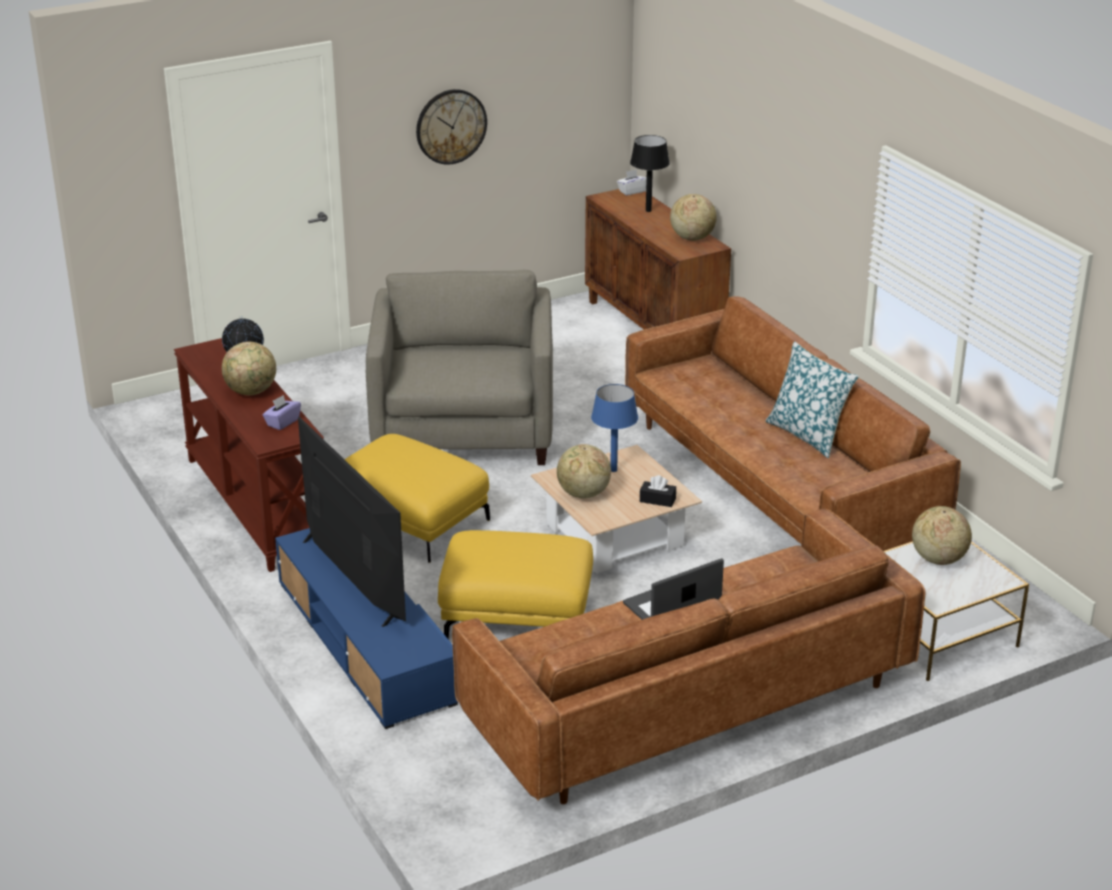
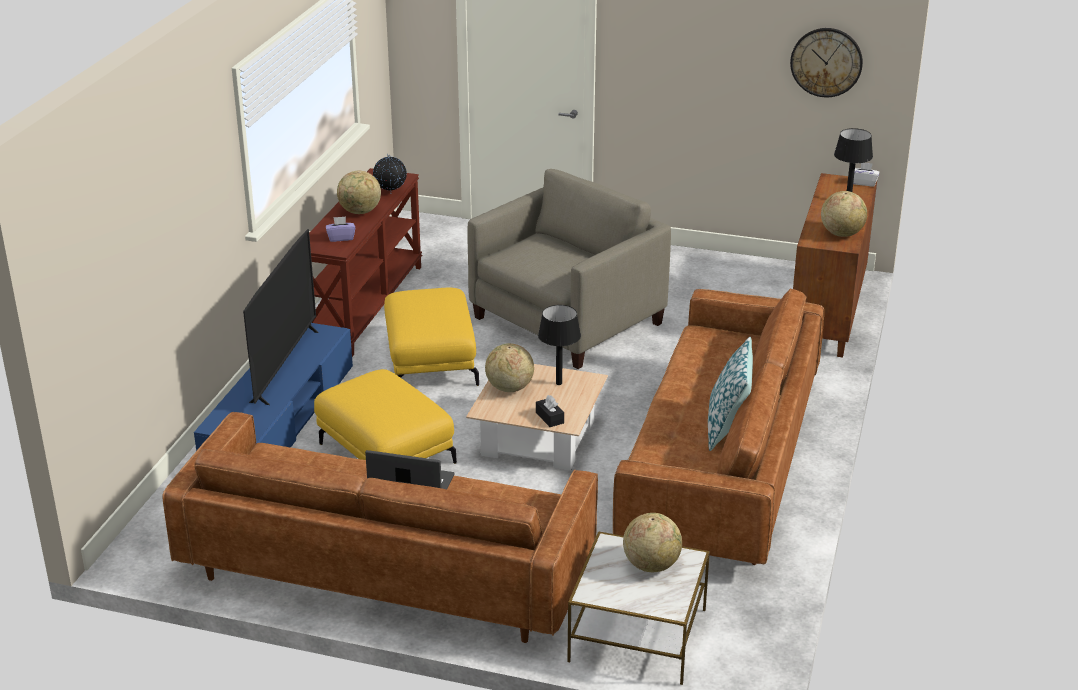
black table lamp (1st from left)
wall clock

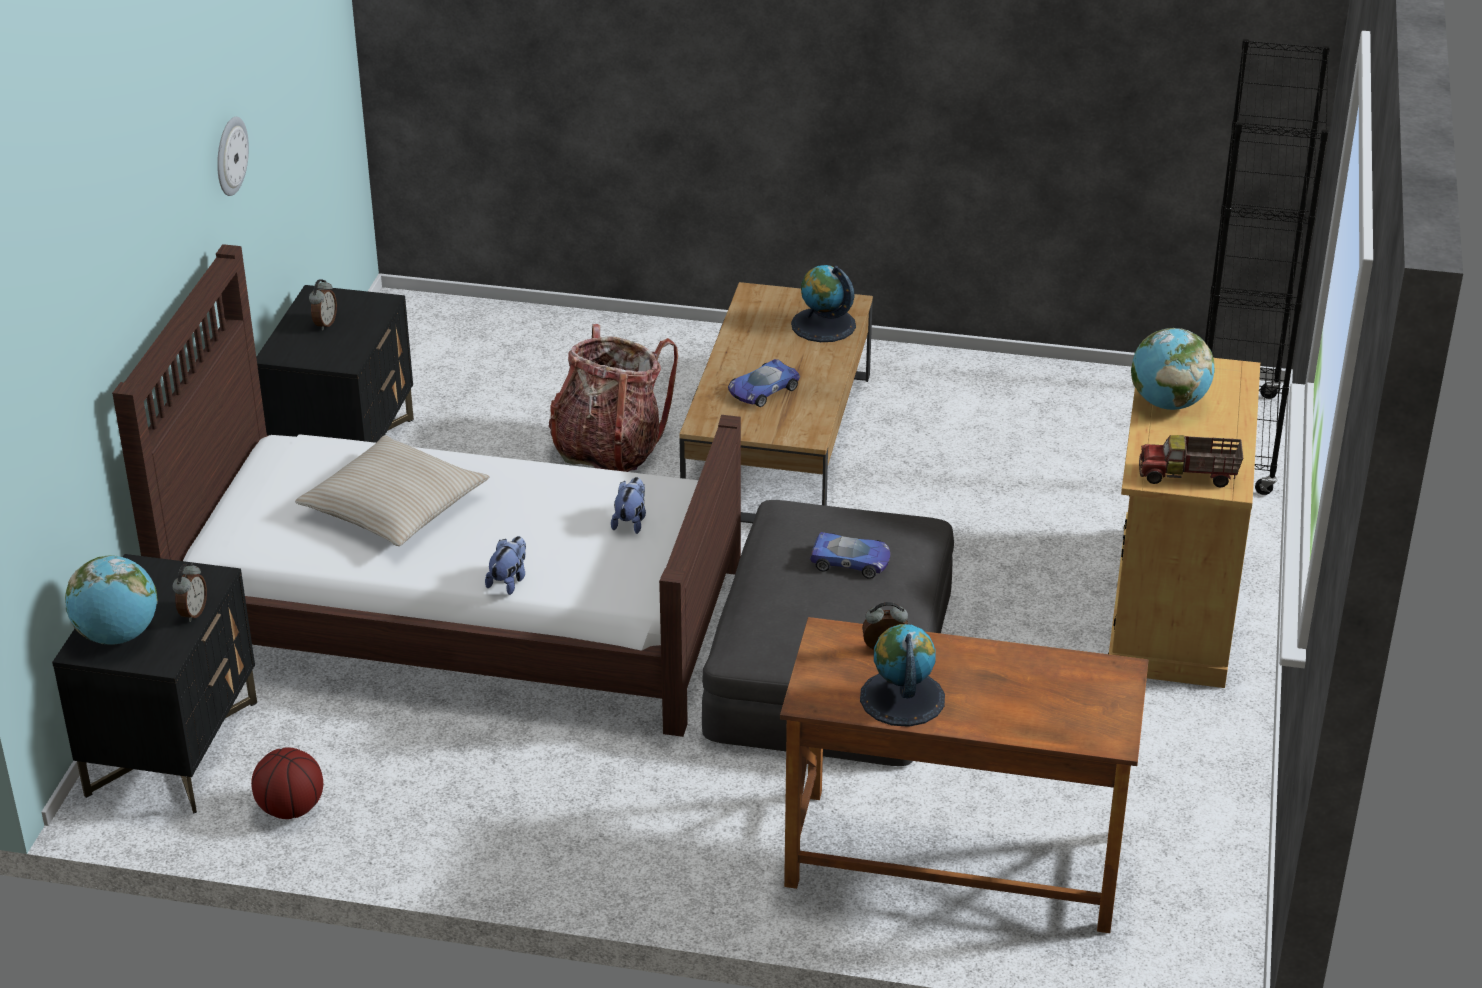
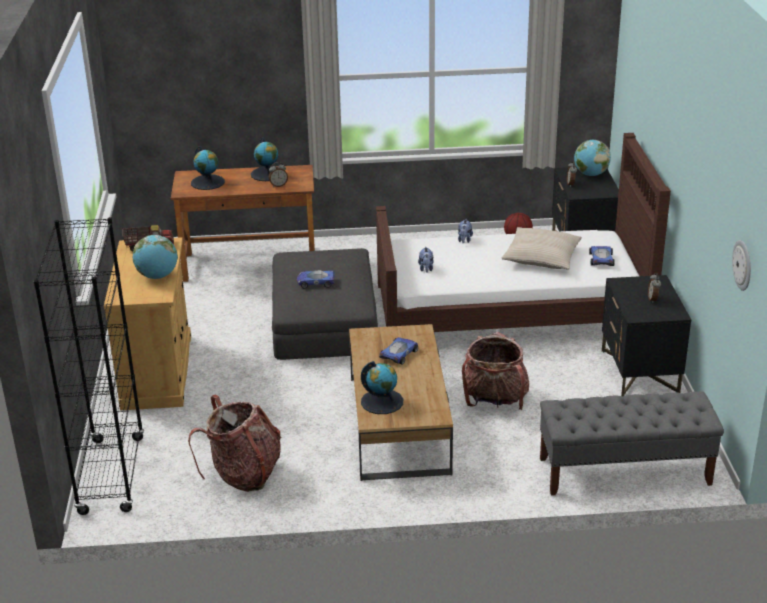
backpack (1st from left)
globe (2nd from left)
grey bench
toy car (3rd from left)
wall clock

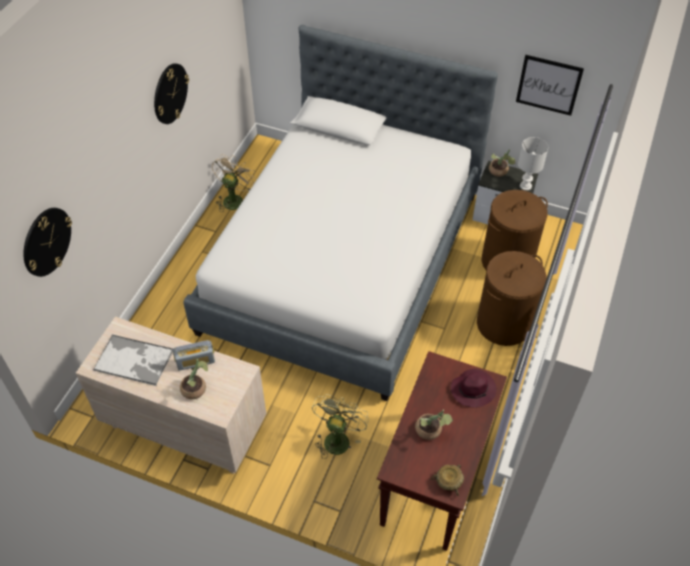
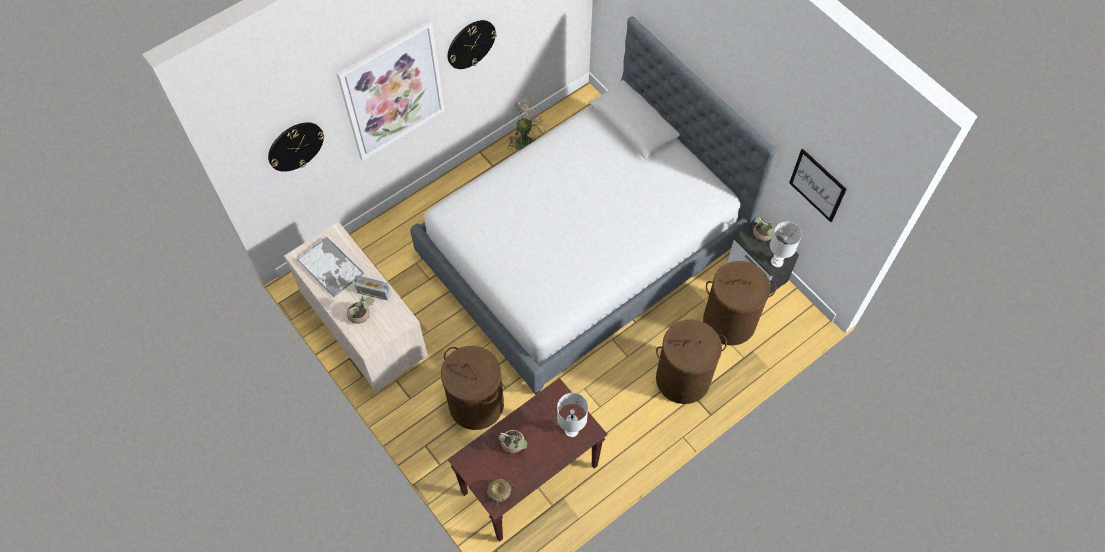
picture (1st from left)
brown laundry basket (1st from left)
white table lamp (1st from left)

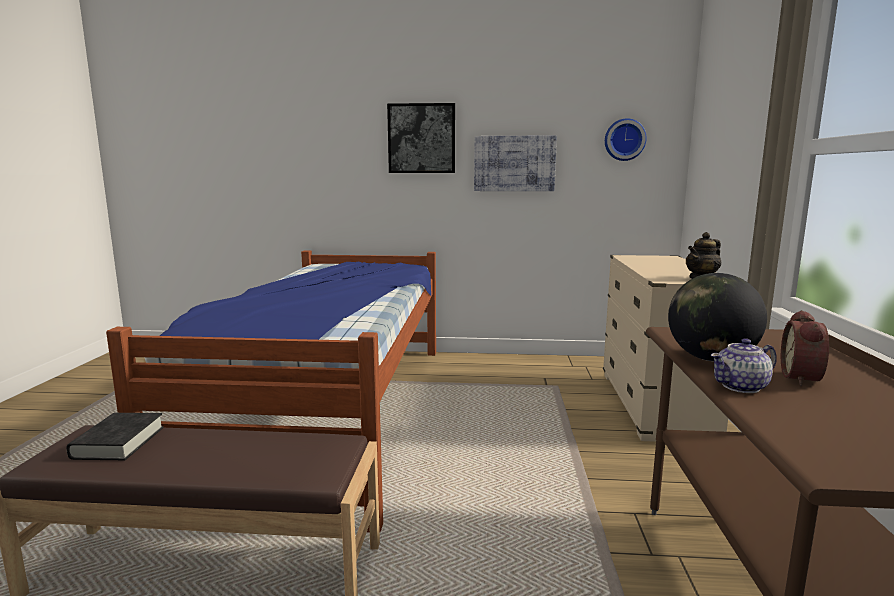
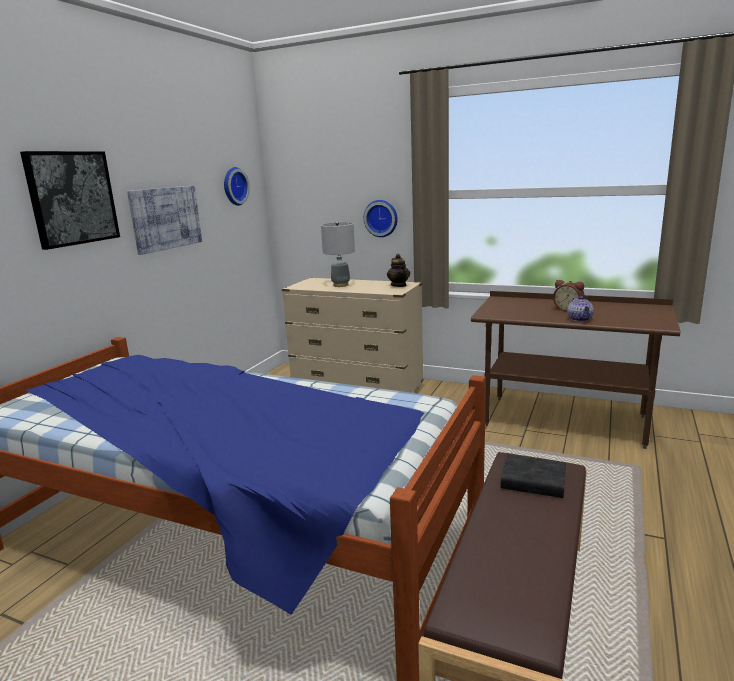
grey table lamp
wall clock (2nd from left)
black book
globe

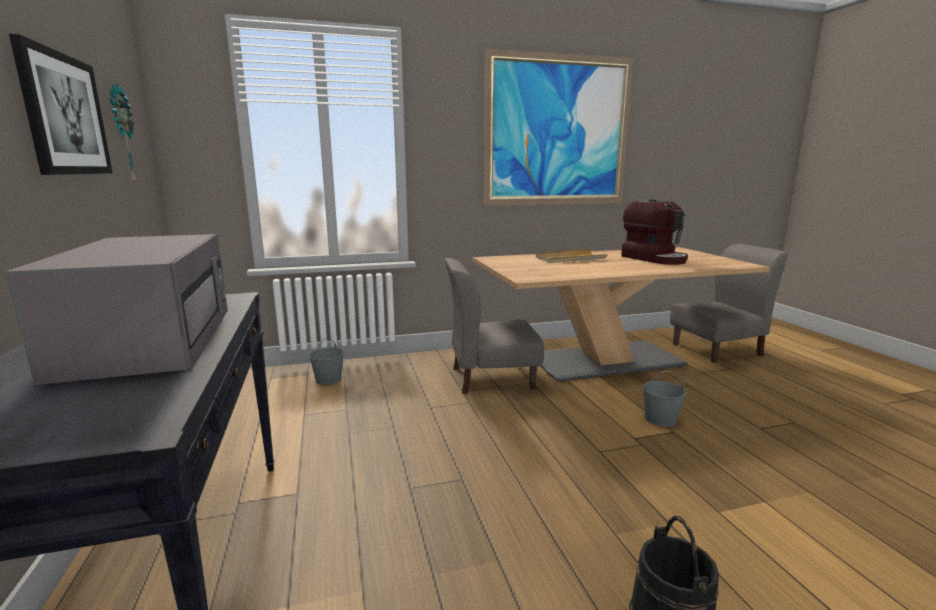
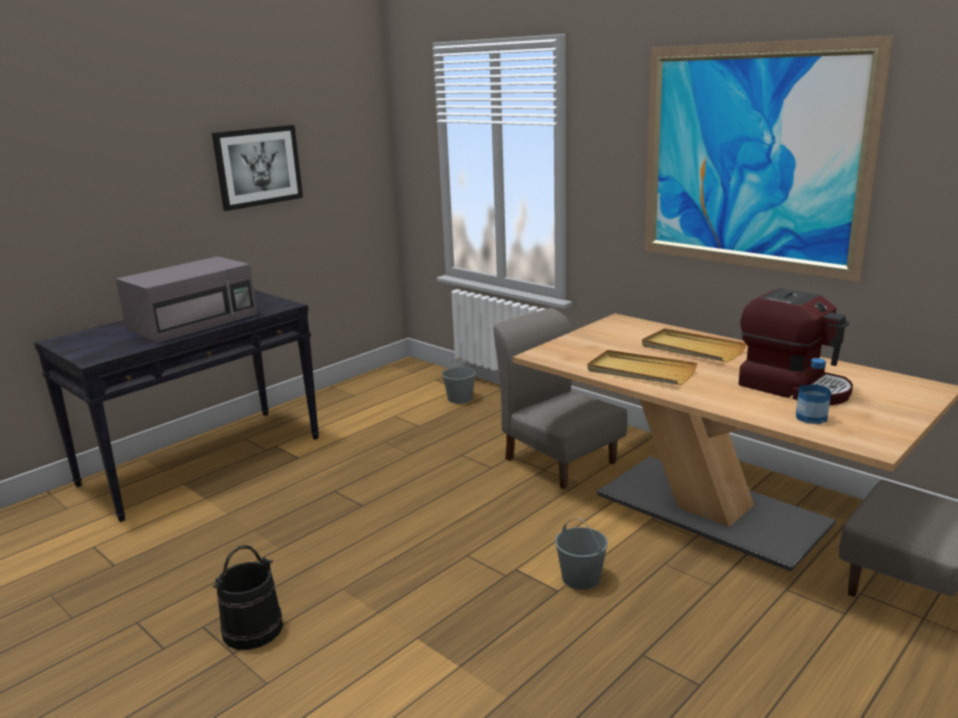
beige tray (1st from left)
coffee machine
bottle
wall clock

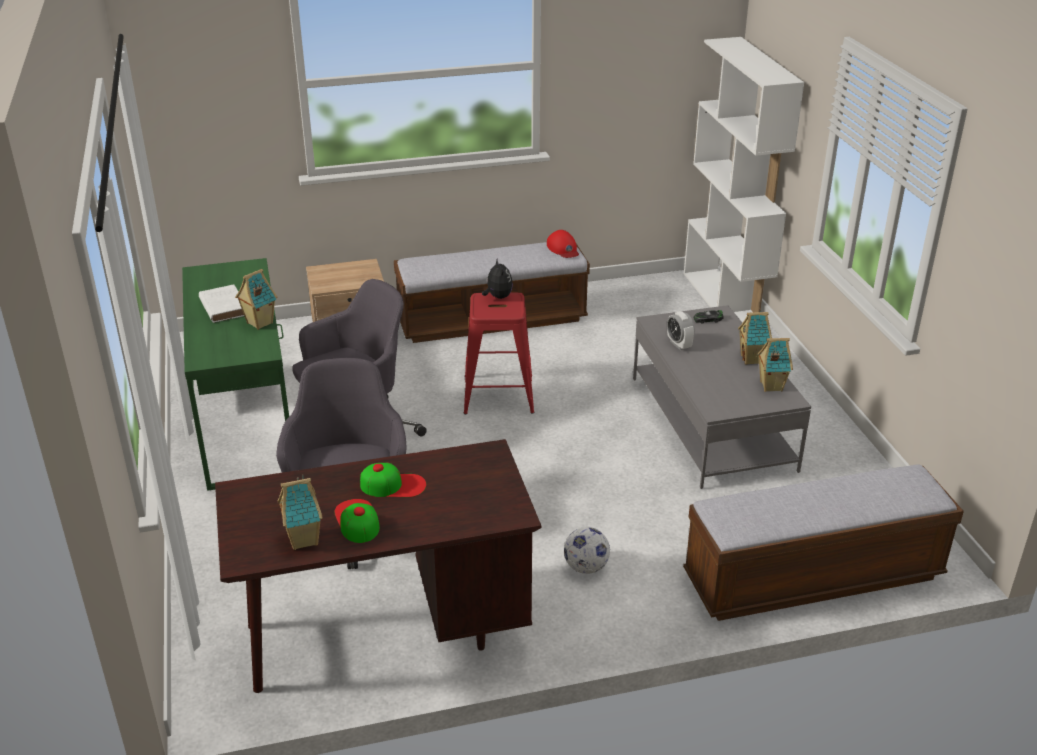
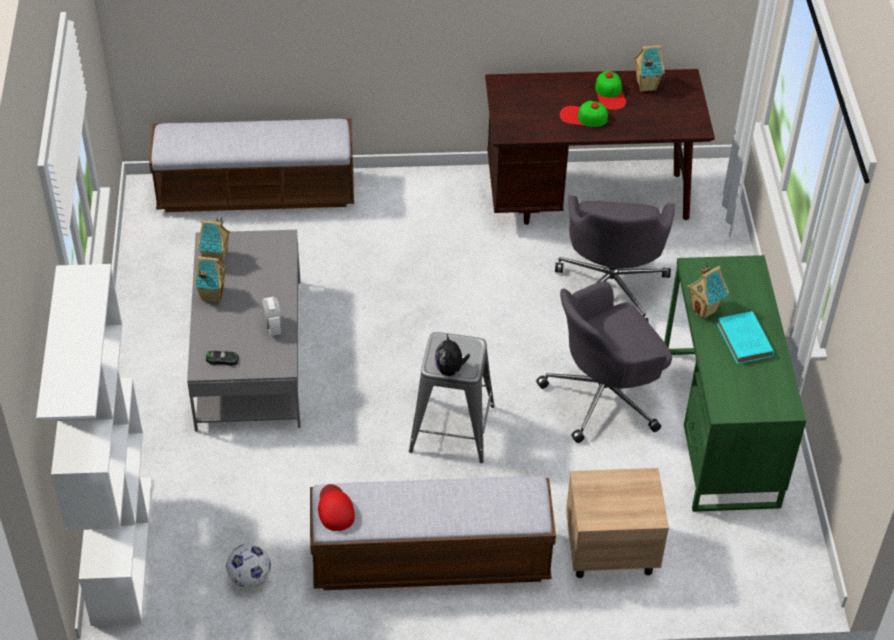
football
grey stool
turquoise book

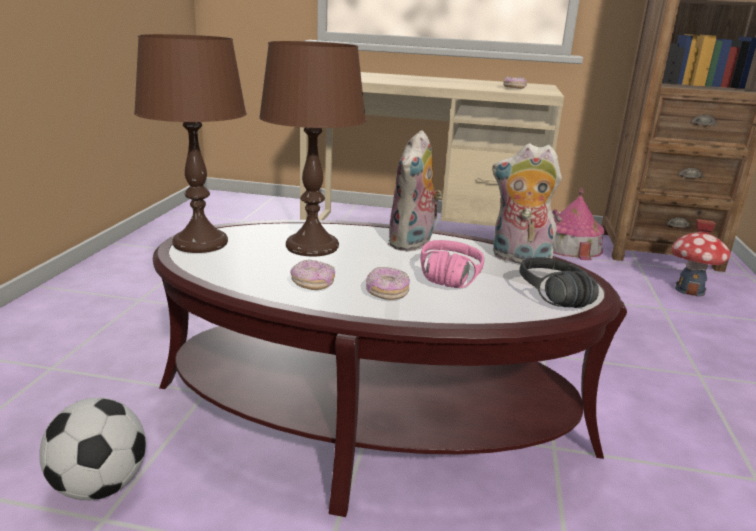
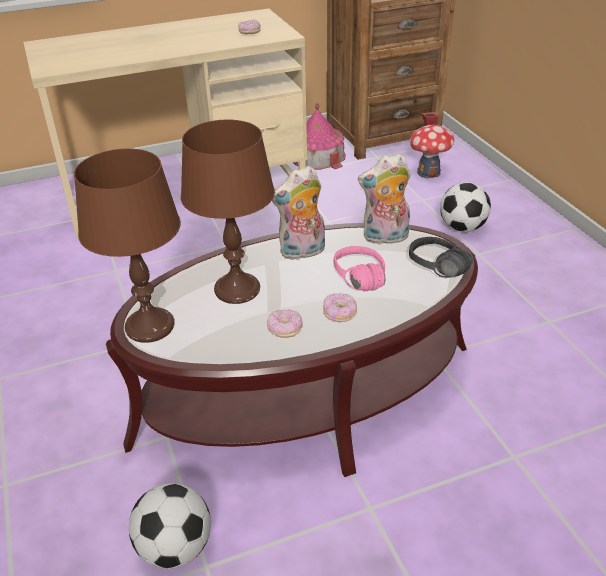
plush toy (1st from left)
football (2nd from left)

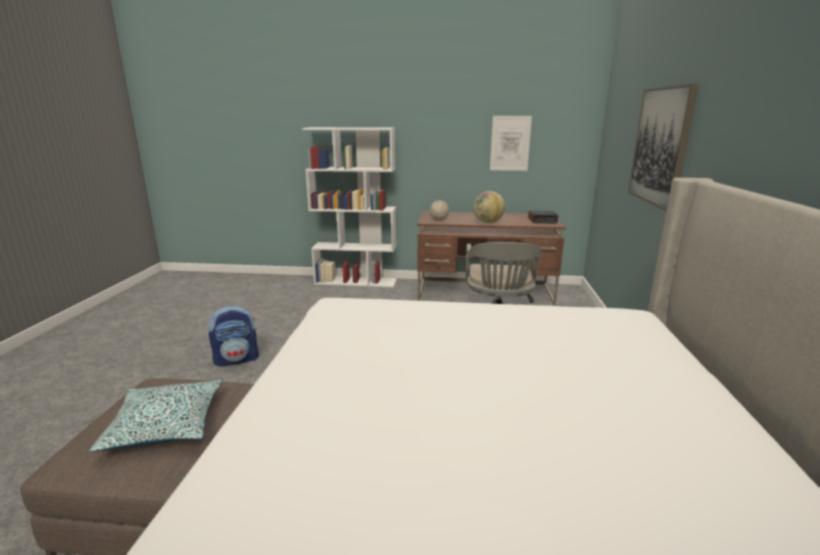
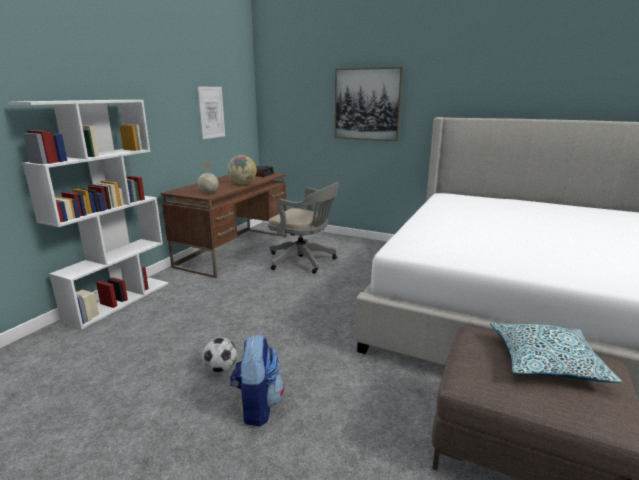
football

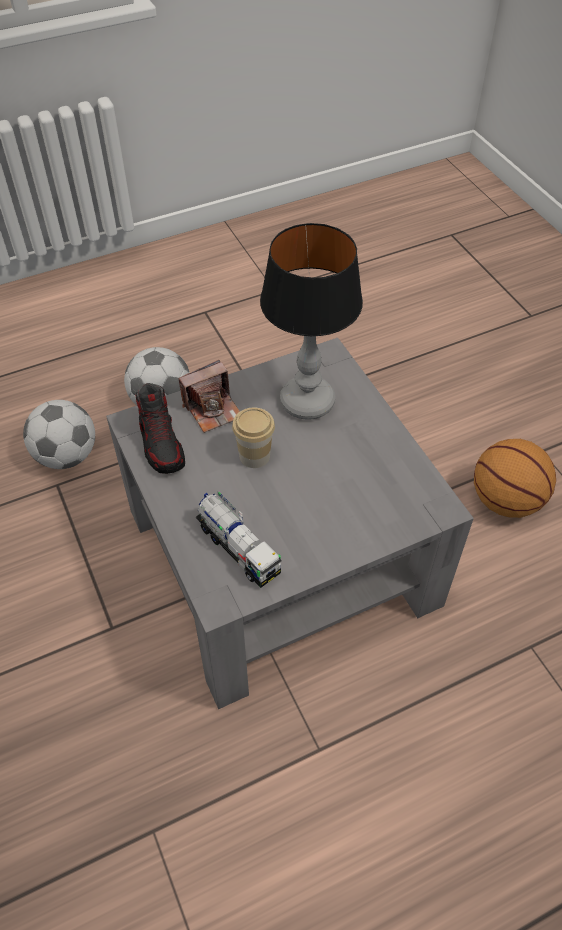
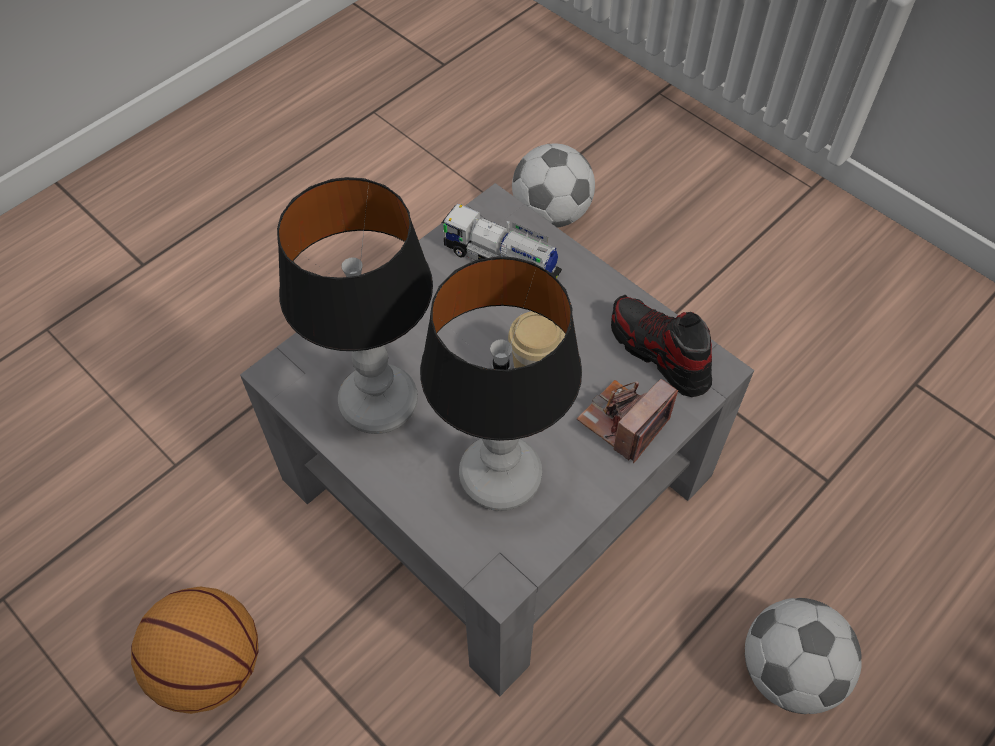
table lamp (1st from left)
football (1st from left)

